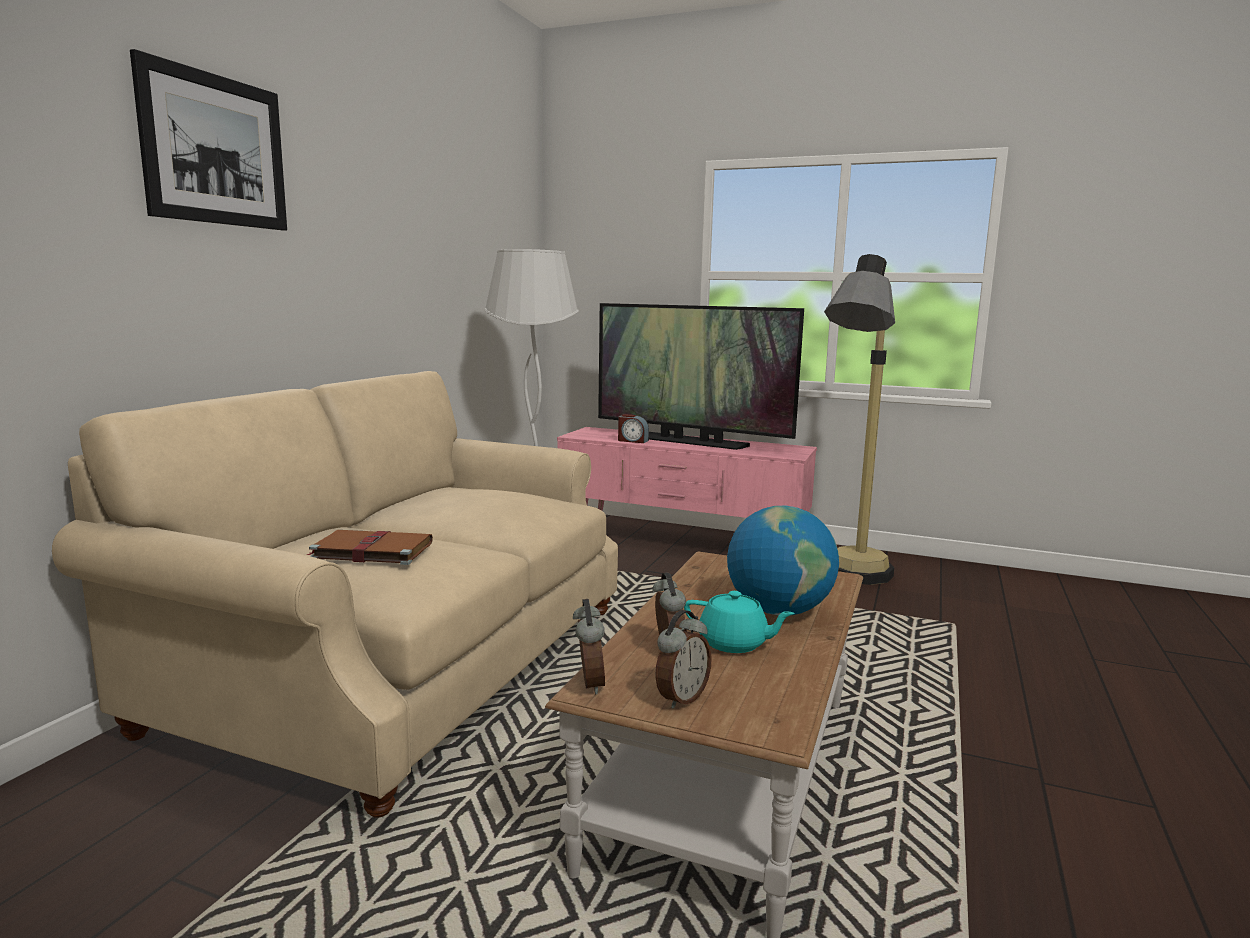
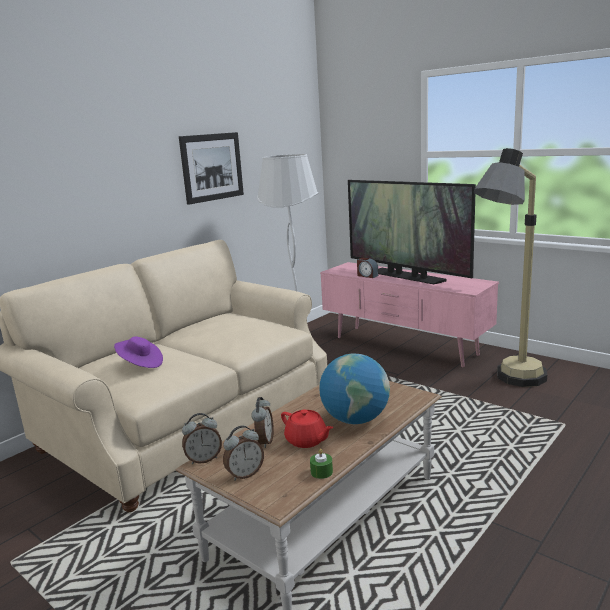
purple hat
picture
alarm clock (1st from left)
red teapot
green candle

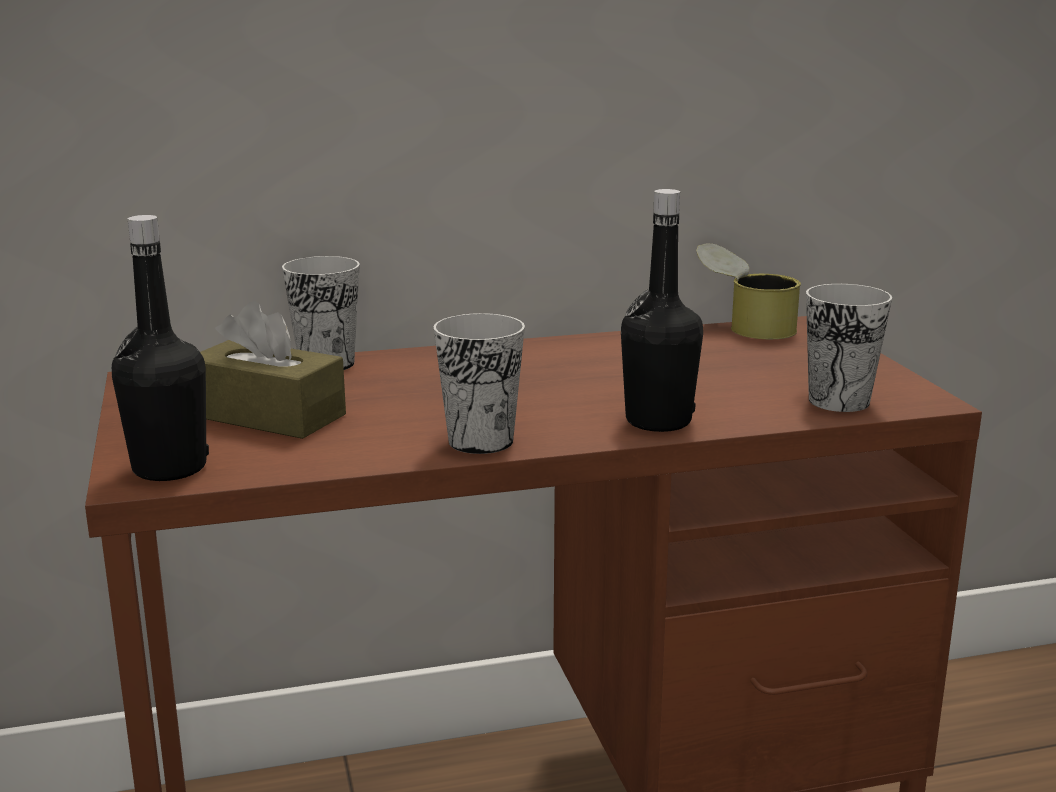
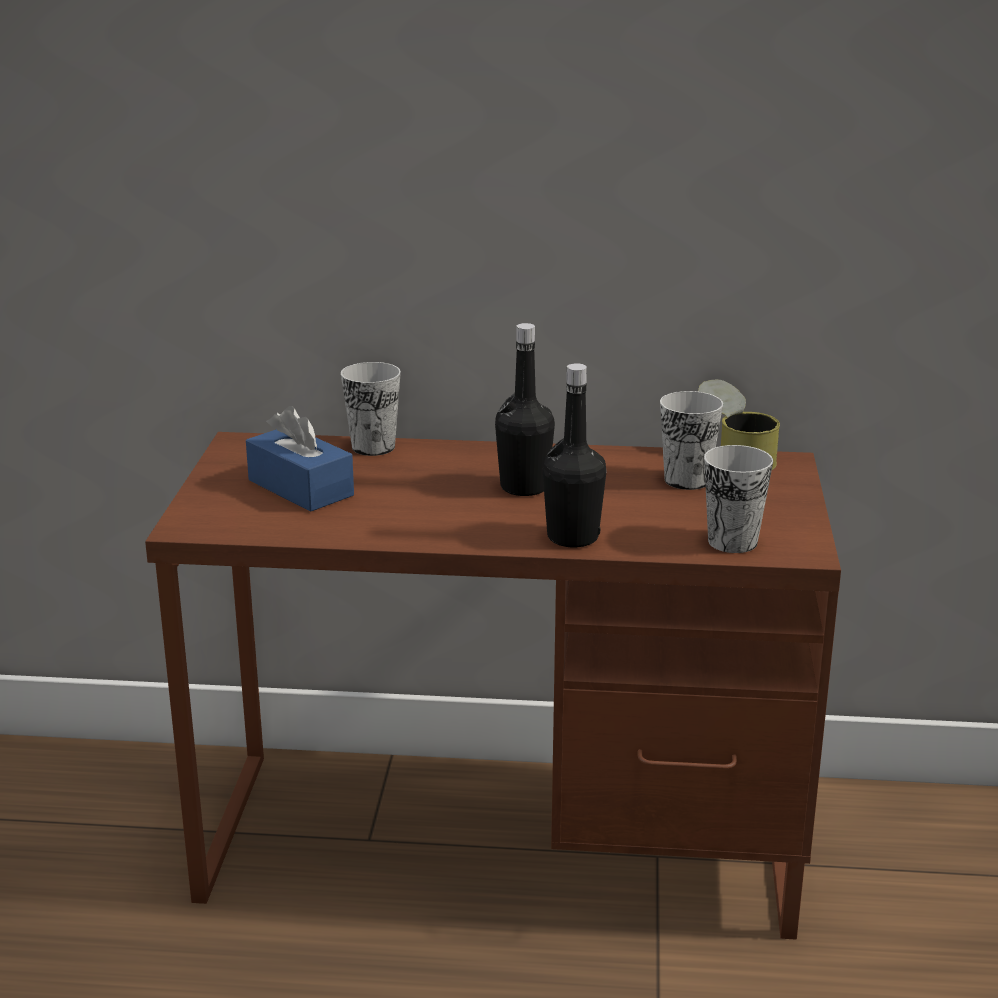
blue tissue box
black bottle (1st from left)
cup (2nd from left)

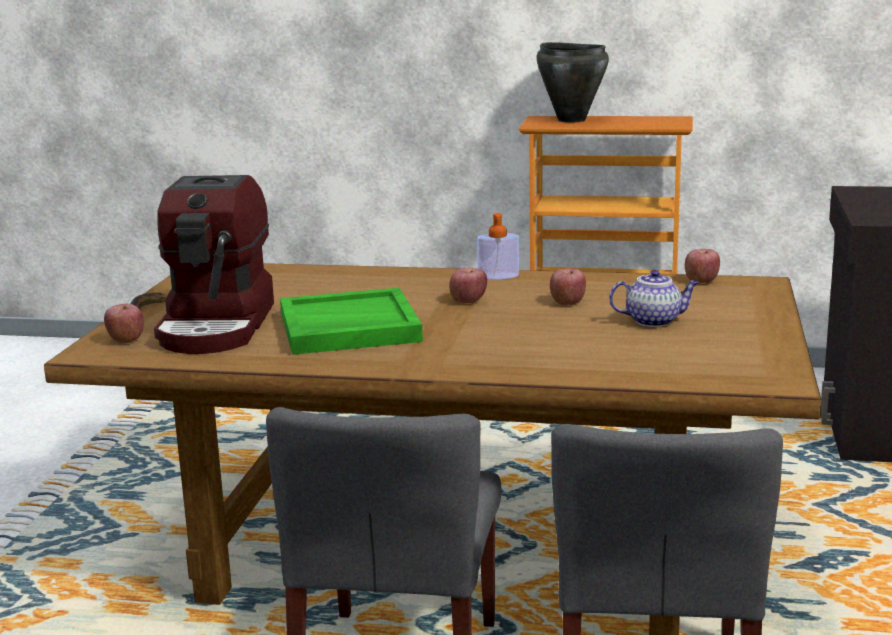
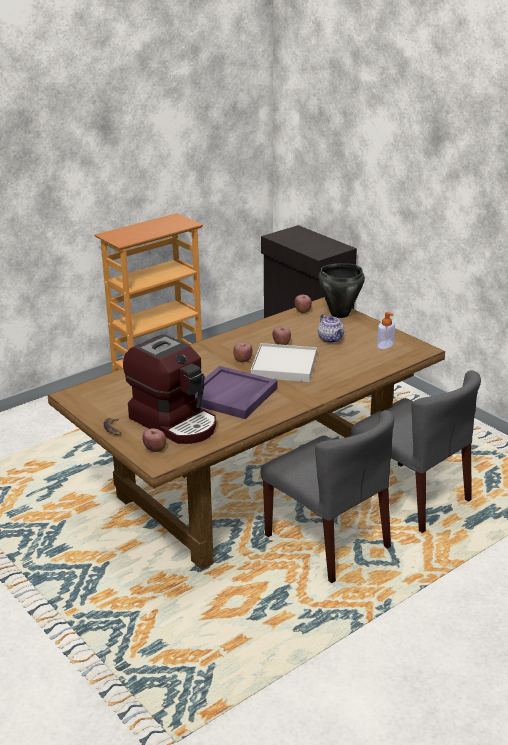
purple tray
white tray
black cooking pot
teapot
soap dispenser

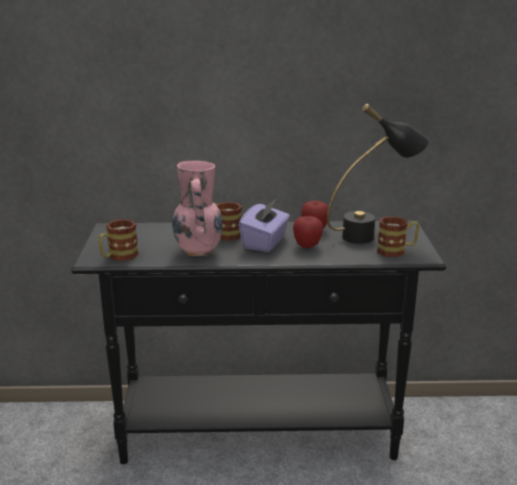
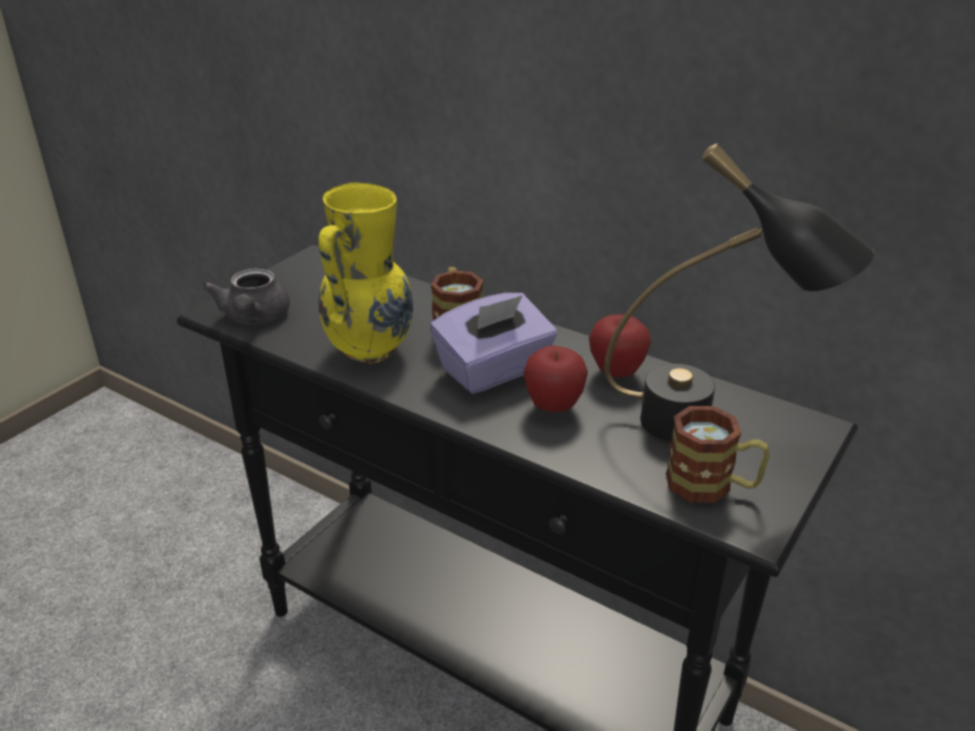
grey teapot
yellow vase

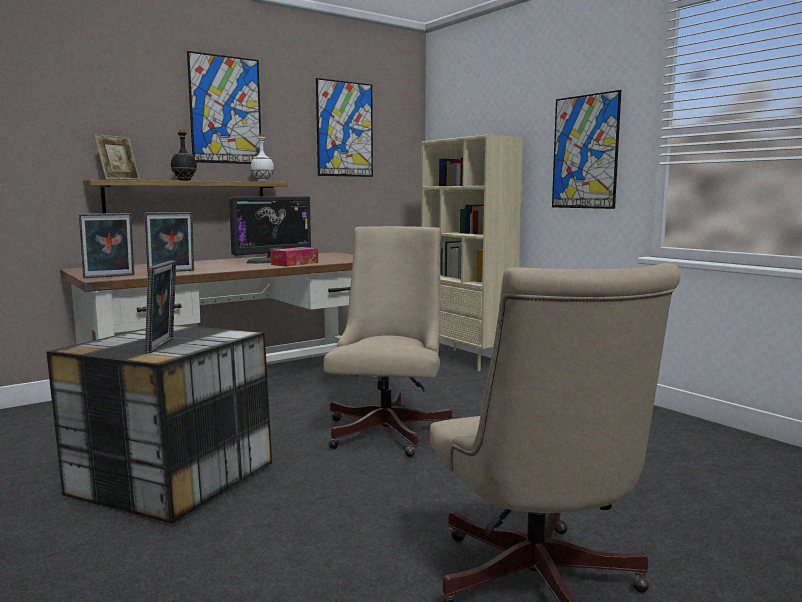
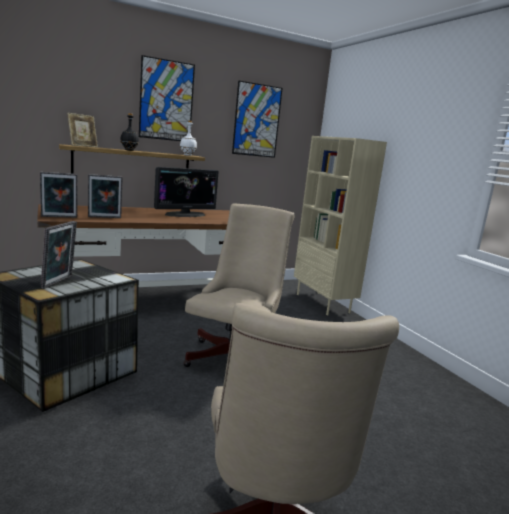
tissue box
picture (3rd from left in the first image)

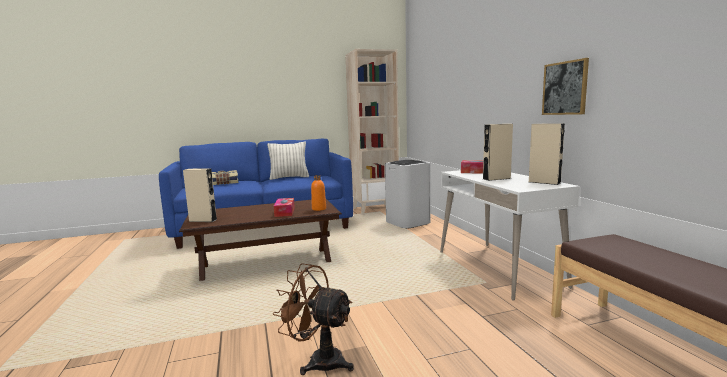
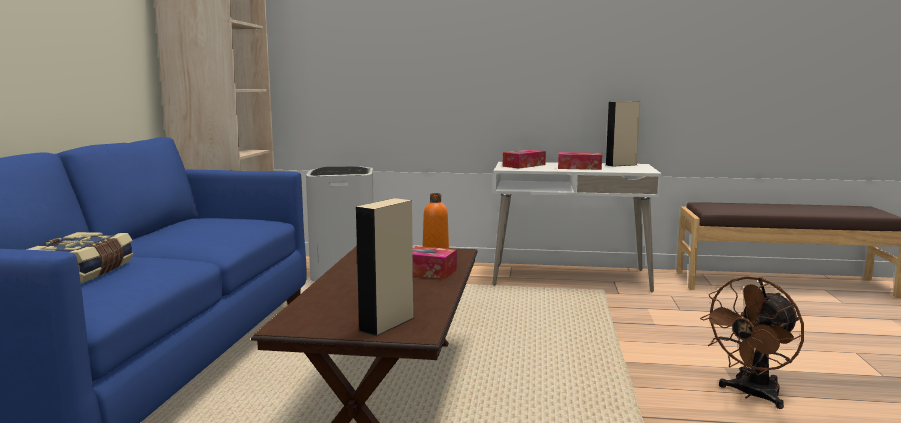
tissue box (3rd from left)
pillow
picture

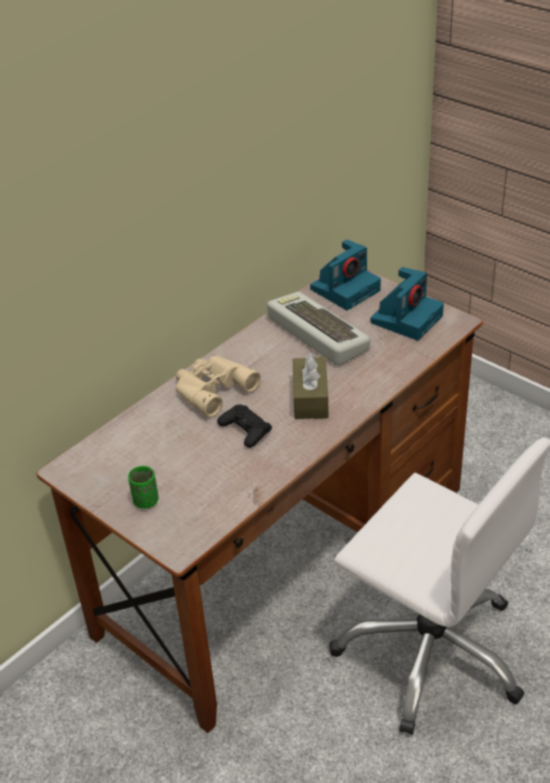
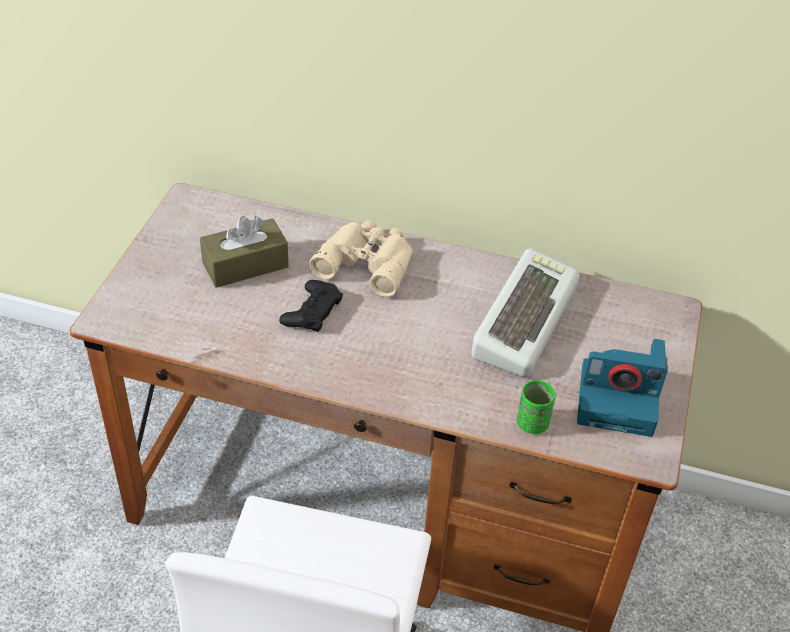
brown tissue box
green cup
photo camera (1st from left in the first image)

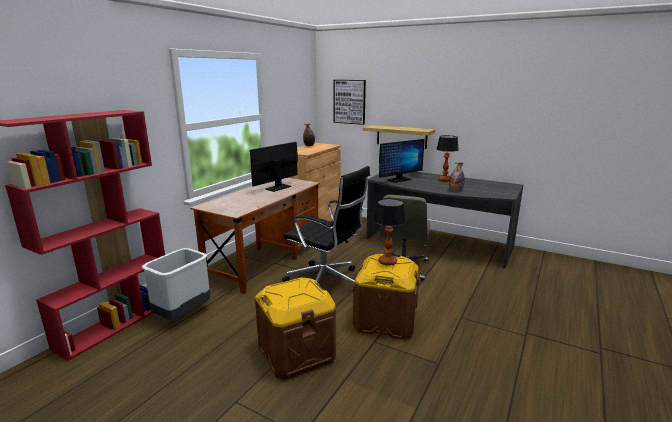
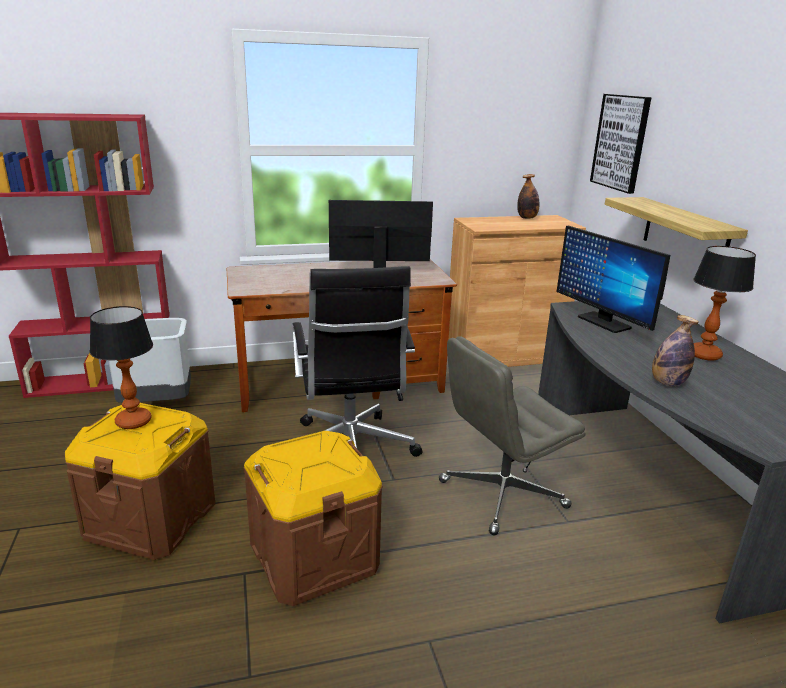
table lamp (1st from left)
monitor (2nd from left)

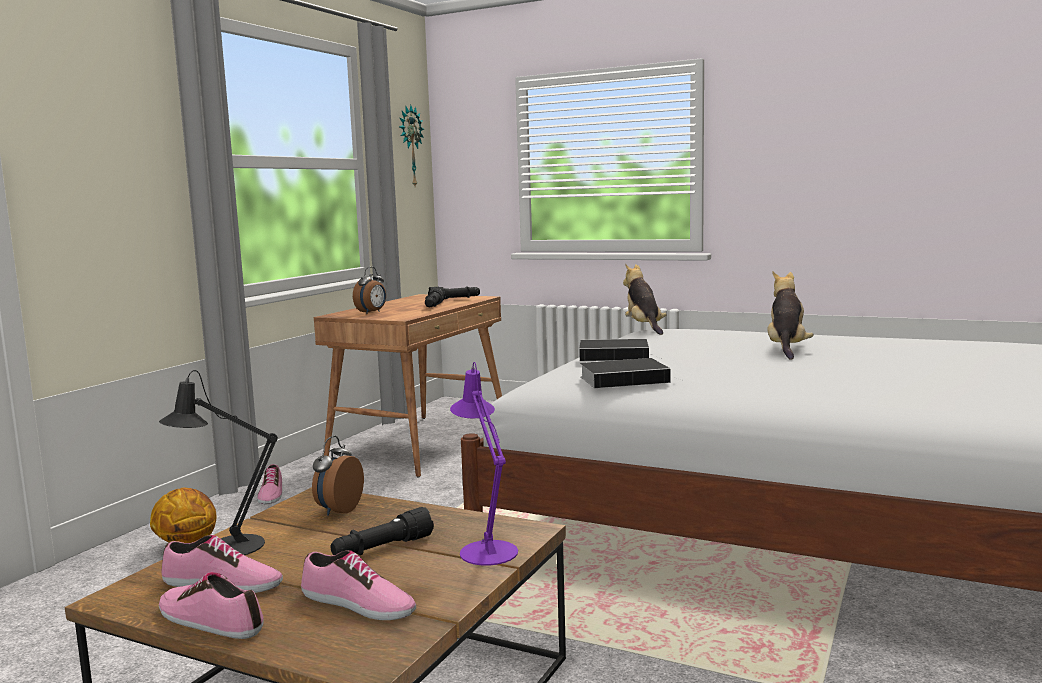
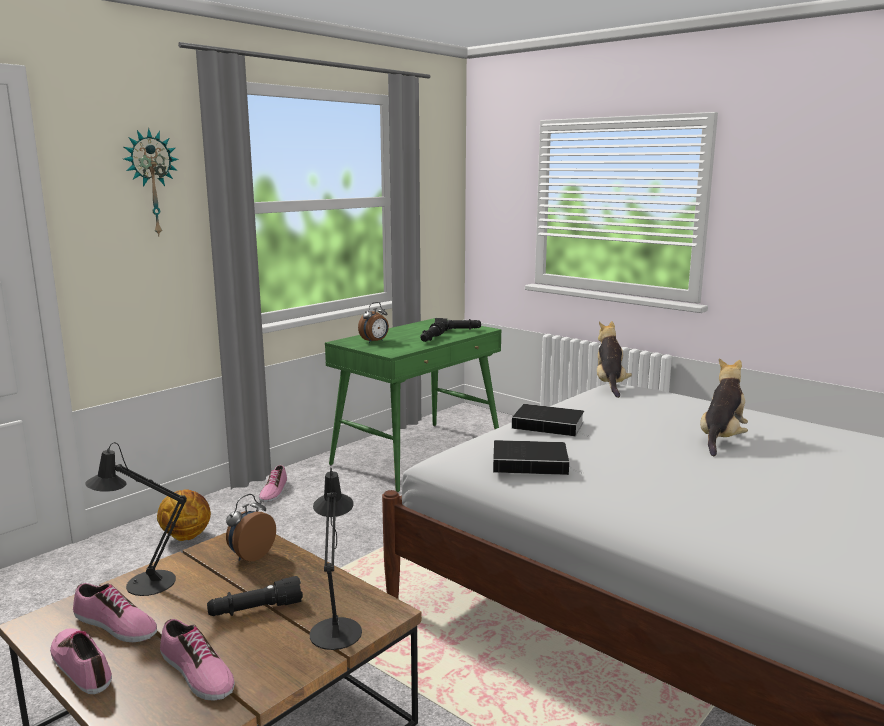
wall clock
black table lamp (2nd from left)
green desk

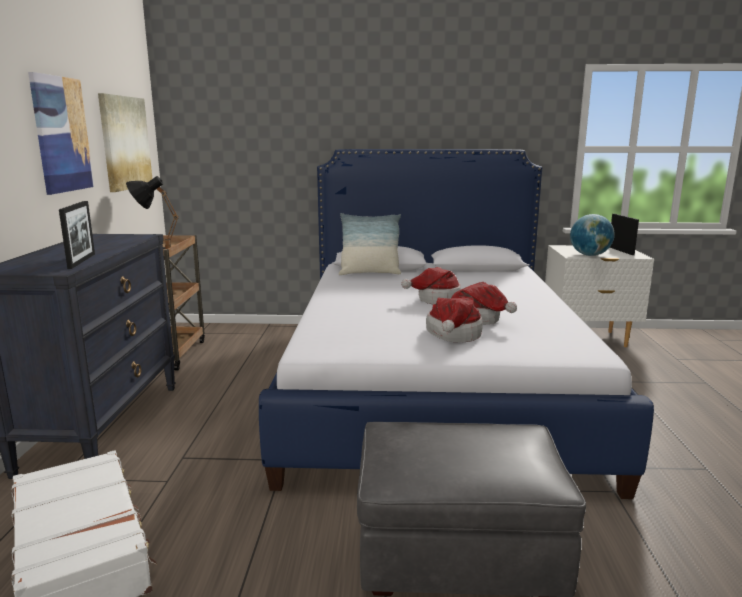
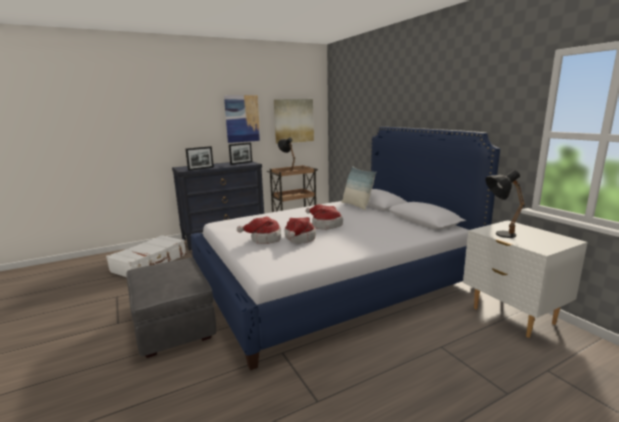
picture frame (2nd from left)
black table lamp (2nd from left)

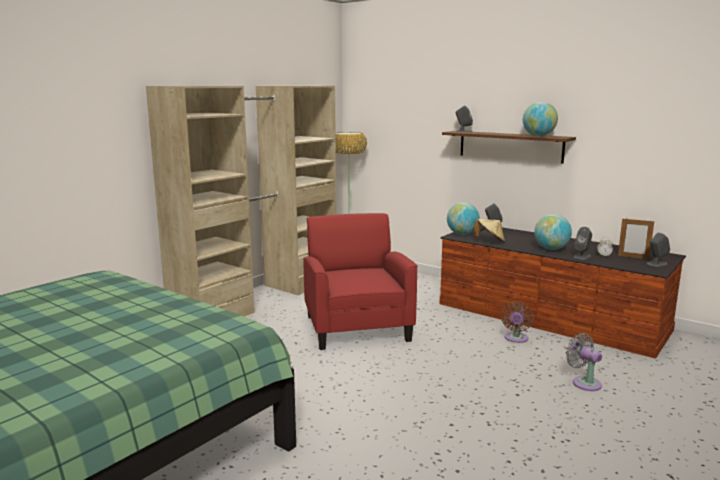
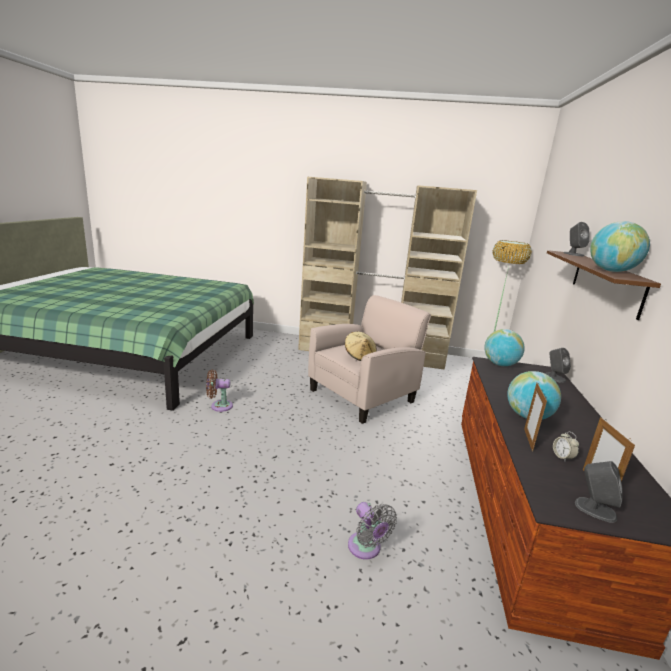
brown fan
beige armchair
beige hat
grey fan
picture frame (1st from left)

